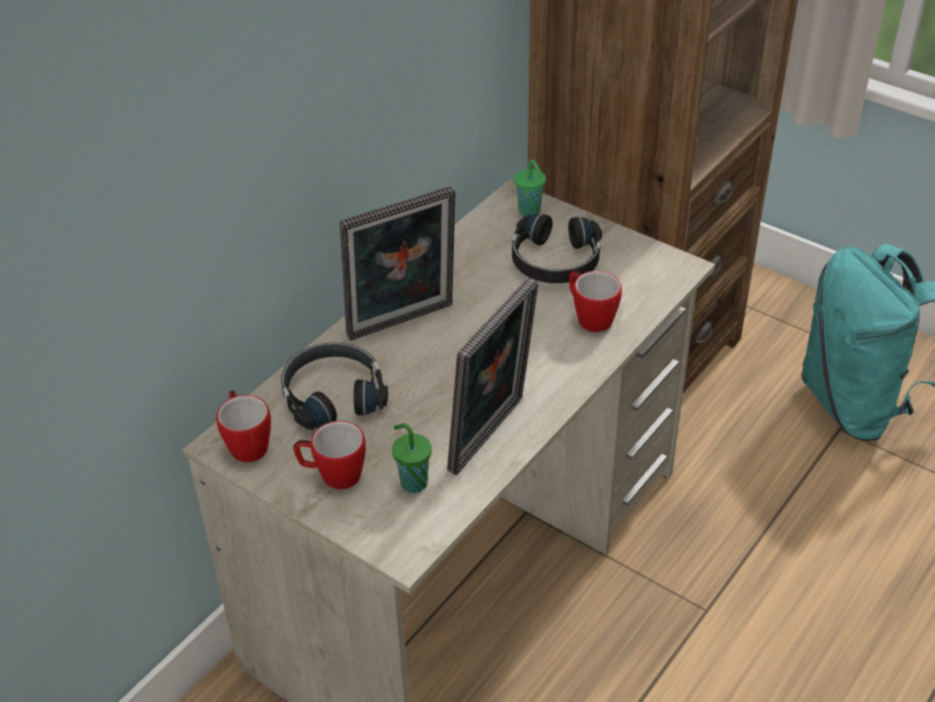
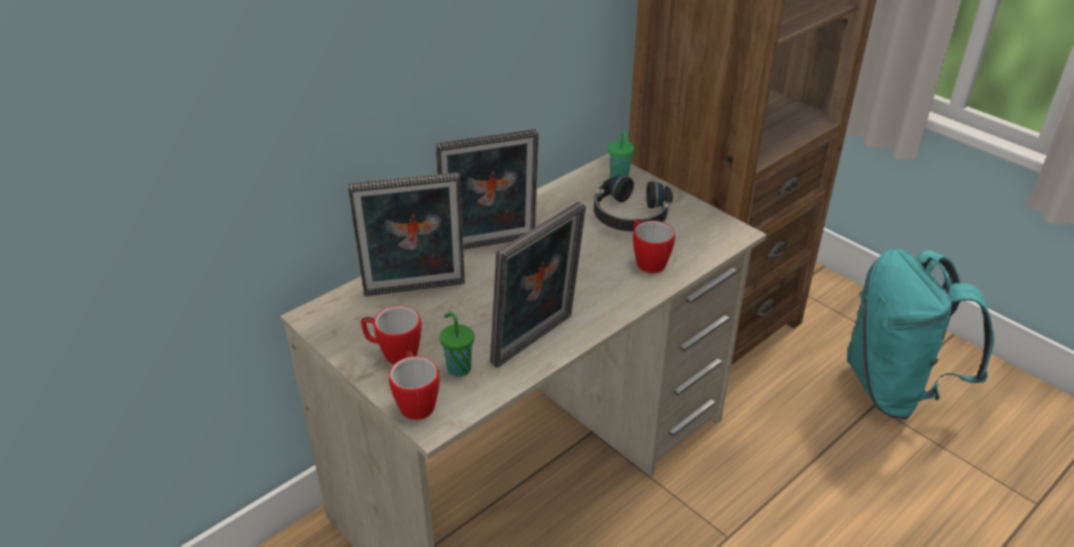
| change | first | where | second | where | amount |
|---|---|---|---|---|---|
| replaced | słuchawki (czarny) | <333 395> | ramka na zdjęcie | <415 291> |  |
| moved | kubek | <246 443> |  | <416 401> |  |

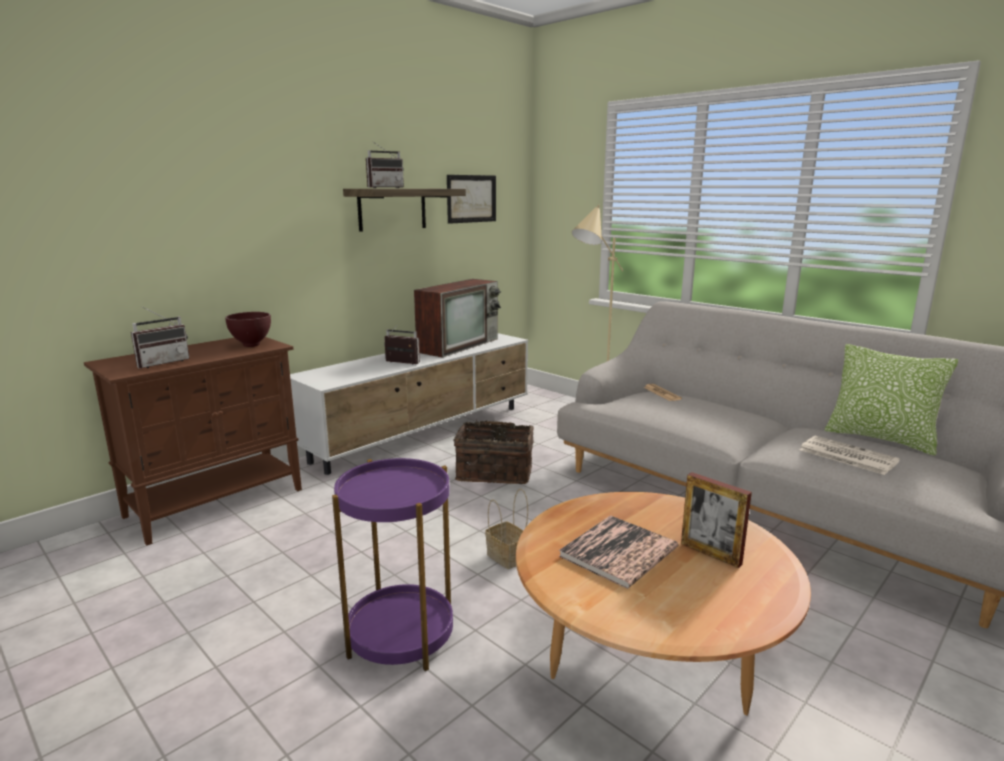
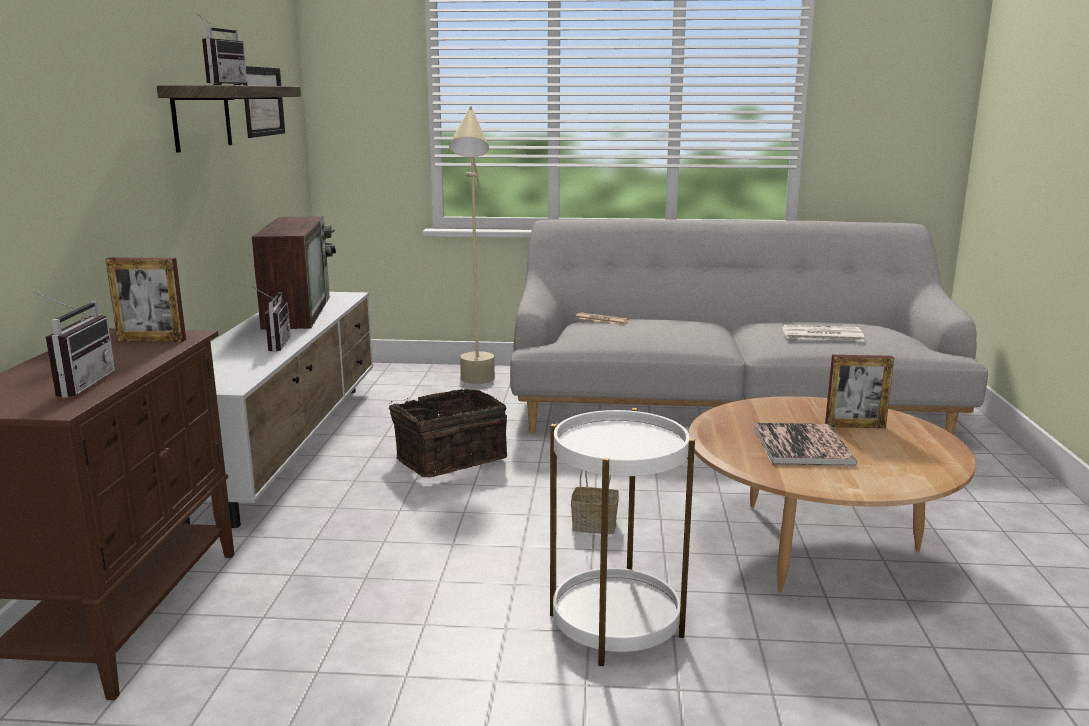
| change | first | where | second | where | amount |
|---|---|---|---|---|---|
| replaced | miska (brązowy) | <252 345> | ramka na zdjęcie | <152 340> |  |
| turned | radio | <400 364> |  | <273 345> | 105 degrees clockwise |
| removed | poduszka | <880 439> |  |  |  |
| recoloured | stolik (fioletowy) | <401 636> | stolik (biały) | <615 625> |  |

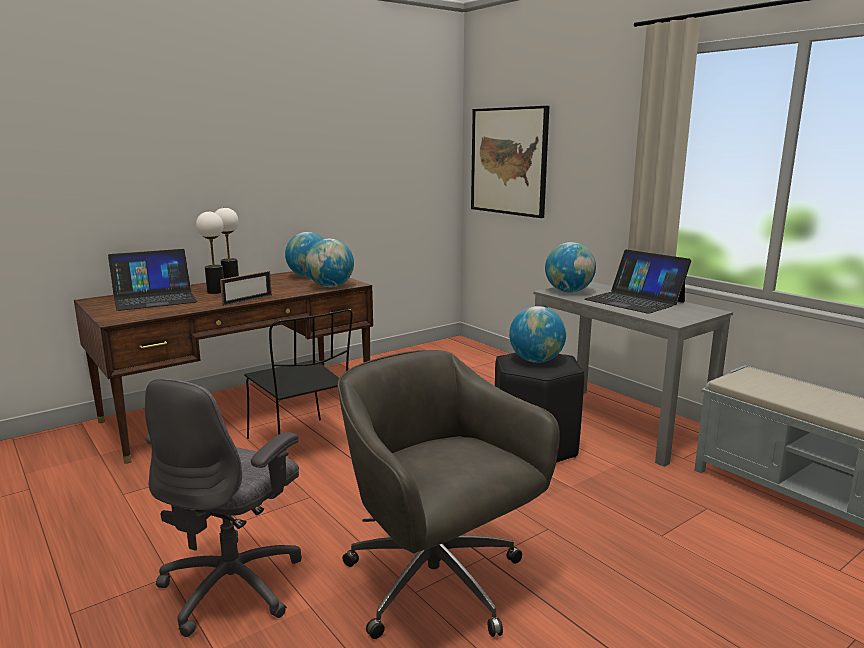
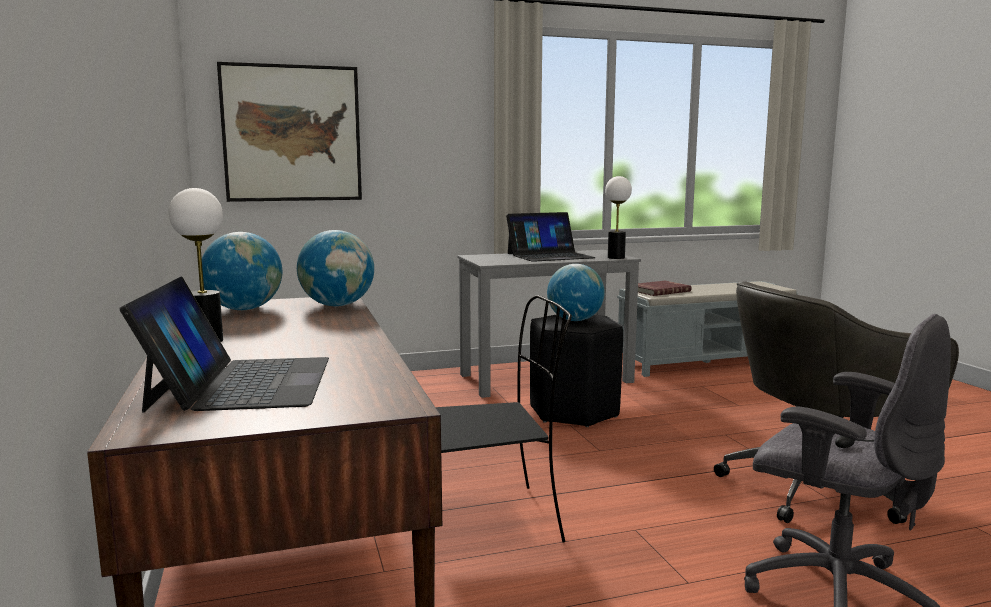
| change | first | where | second | where | amount |
|---|---|---|---|---|---|
| moved | lampa stołowa | <216 291> |  | <615 257> |  |
| removed | globus | <568 291> |  |  |  |
| removed | ramka na zdjęcie | <247 300> |  |  |  |
| added |  |  | książka (czerwony) | <658 290> |  |

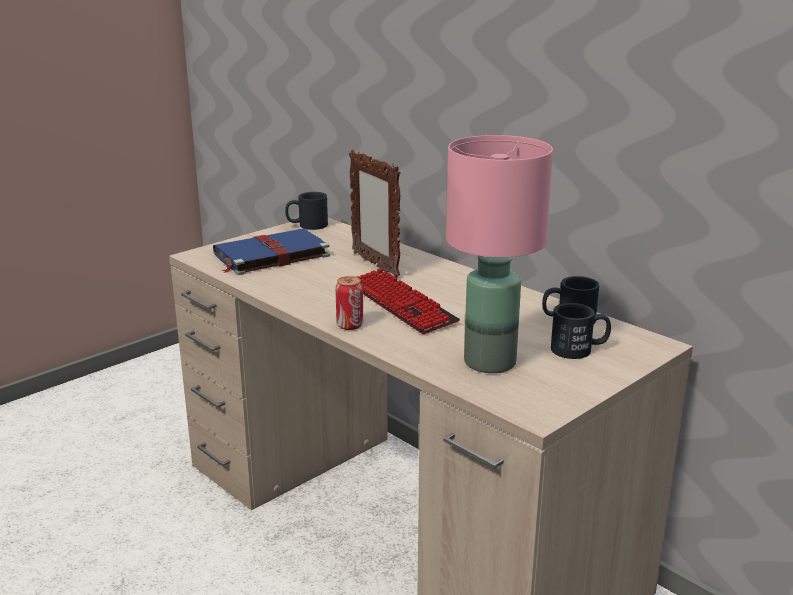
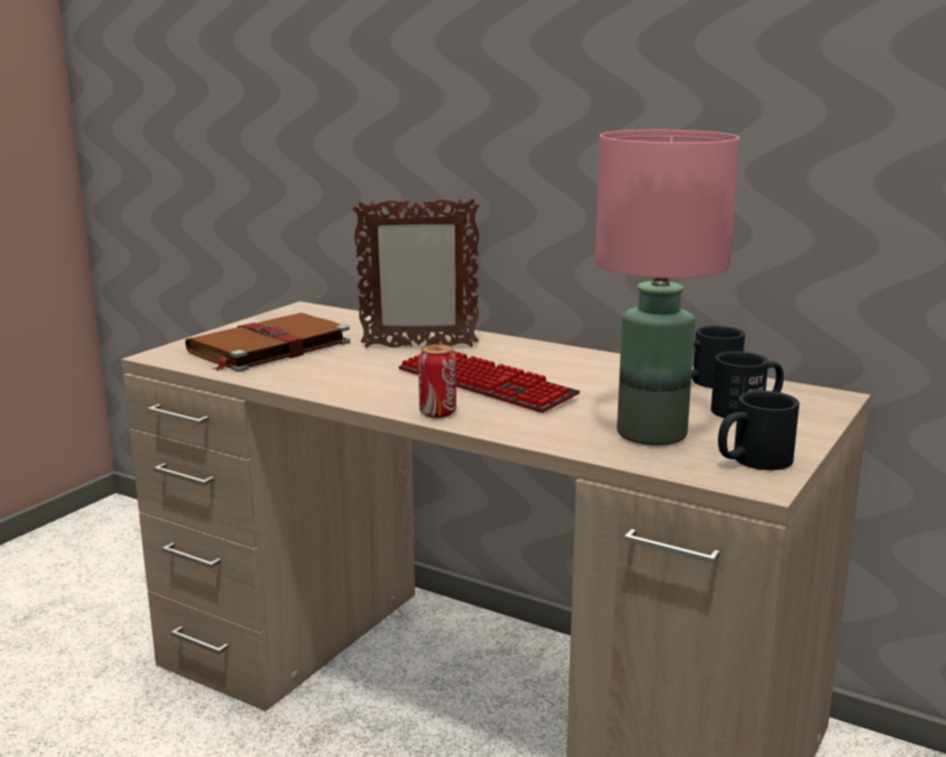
| change | first | where | second | where | amount |
|---|---|---|---|---|---|
| turned | ramka na zdjęcie | <375 265> |  | <418 347> | 45 degrees counterclockwise |
| moved | kubek (czarny) | <307 225> |  | <752 461> |  |
| recoloured | książka (niebieski) | <269 255> | książka (brązowy) | <267 348> |  |

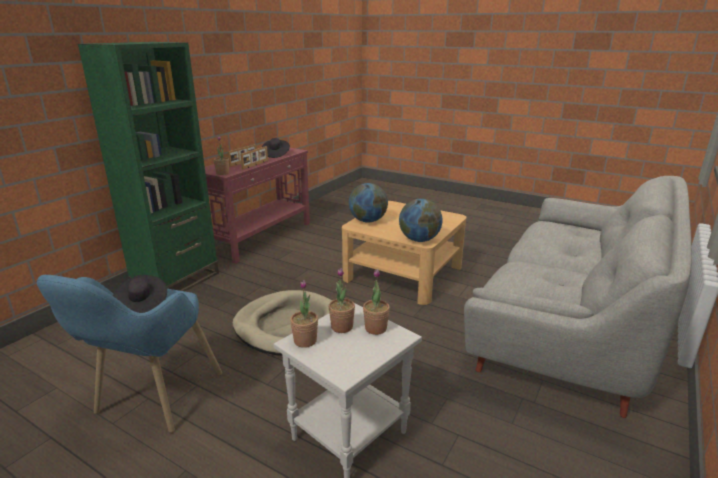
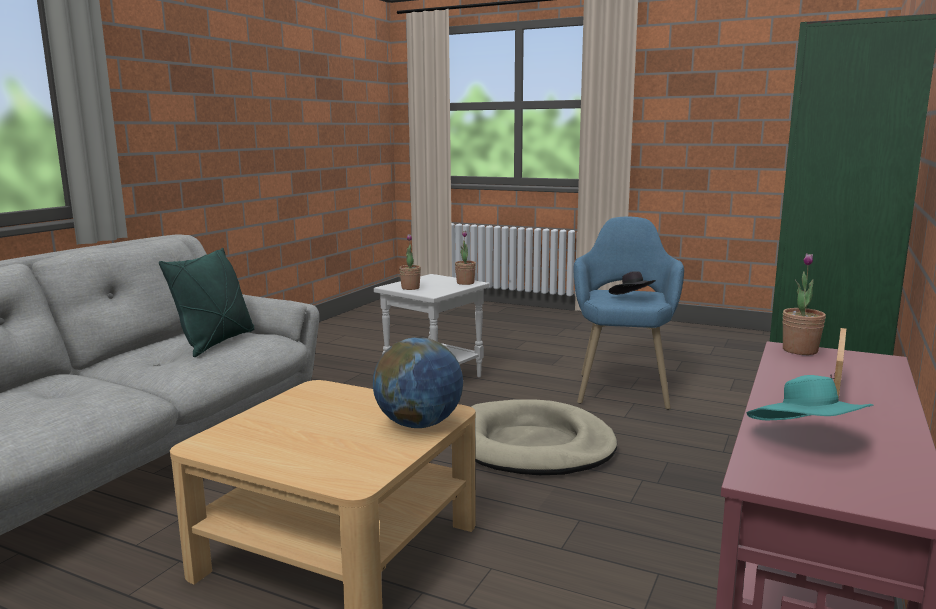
| change | first | where | second | where | amount |
|---|---|---|---|---|---|
| recoloured | kapelusz (czarny) | <276 154> | kapelusz (turkusowy) | <807 439> |  |
| removed | ramka na zdjęcie | <255 165> |  |  |  |
| removed | globus | <419 240> |  |  |  |
| removed | roślina doniczkowa | <342 327> |  |  |  |
| added |  |  | poduszka (zielony) | <216 342> |  |

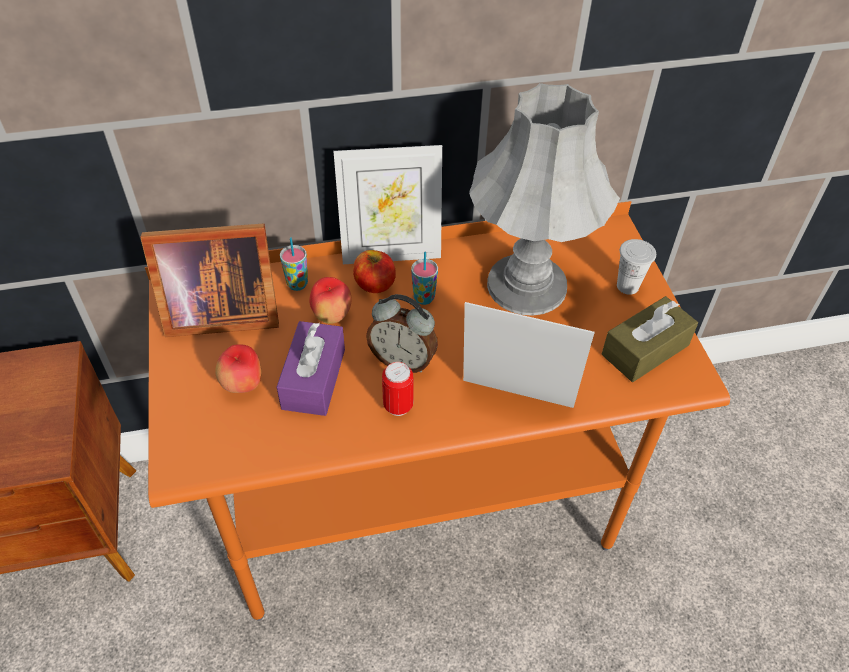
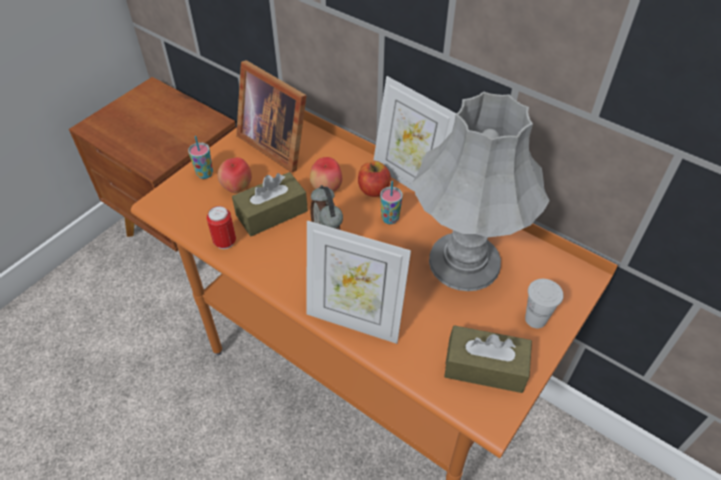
| change | first | where | second | where | amount |
|---|---|---|---|---|---|
| moved | filiżanka | <297 284> |  | <205 174> |  |
| turned | ramka na zdjęcie | <515 402> |  | <354 320> | 135 degrees clockwise |
| recoloured | pudełko chusteczek (fioletowy) | <314 379> | pudełko chusteczek (brązowy) | <272 213> |  |
| moved | puszka | <398 406> |  | <225 242> |  |

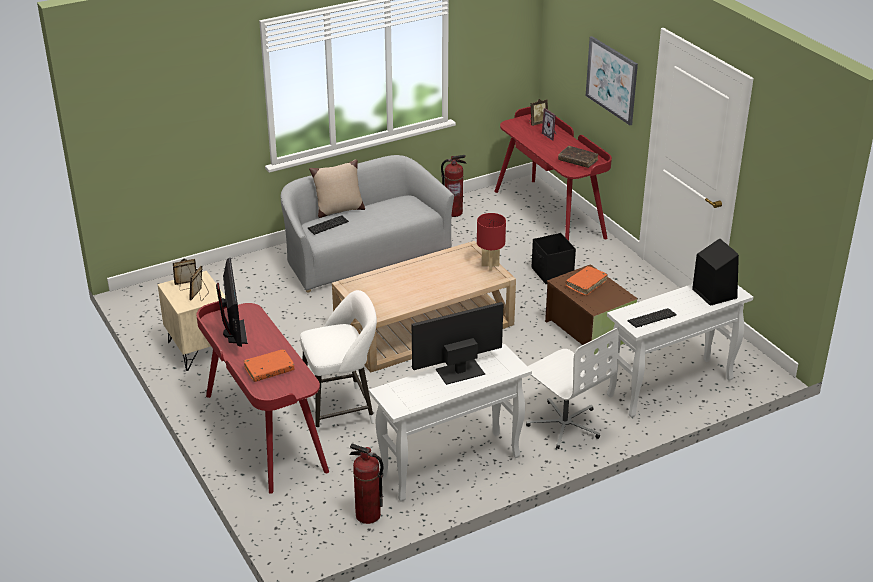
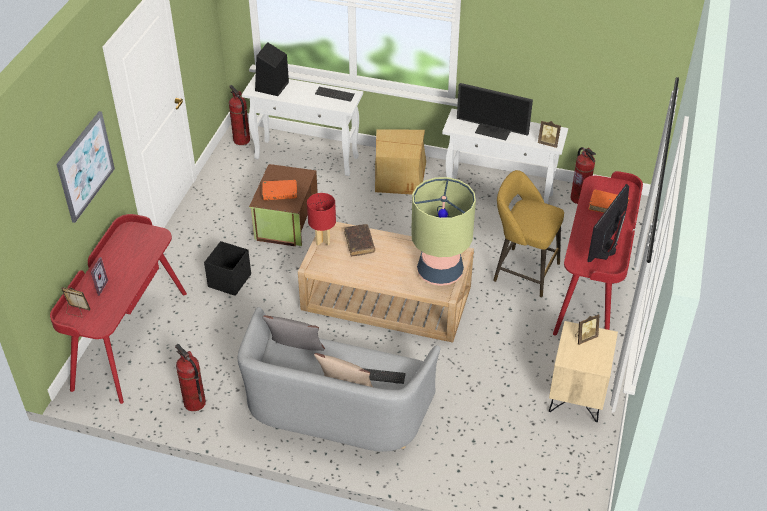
| change | first | where | second | where | amount |
|---|---|---|---|---|---|
| moved | książka (brązowy) | <578 161> |  | <359 243> |  |
| moved | ramka na zdjęcie | <187 286> |  | <548 143> |  |
| recoloured | stołek (biały) | <342 410> | stołek (żółty) | <522 271> |  |
| replaced | krzesło biurowe (biały) | <565 424> | karton | <399 176> |  |
| added |  |  | gaśnica | <241 140> |  |
| added |  |  | lampa stołowa | <439 272> |  |
| added |  |  | poduszka (szary) | <296 351> |  |

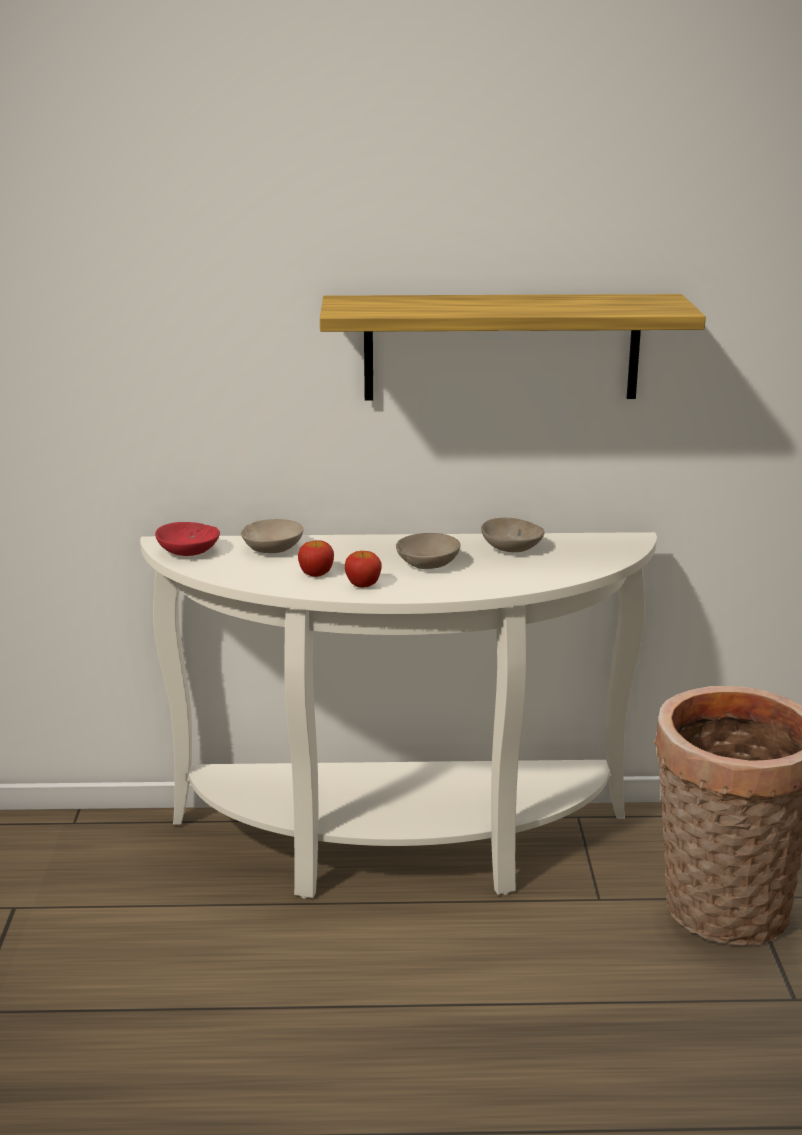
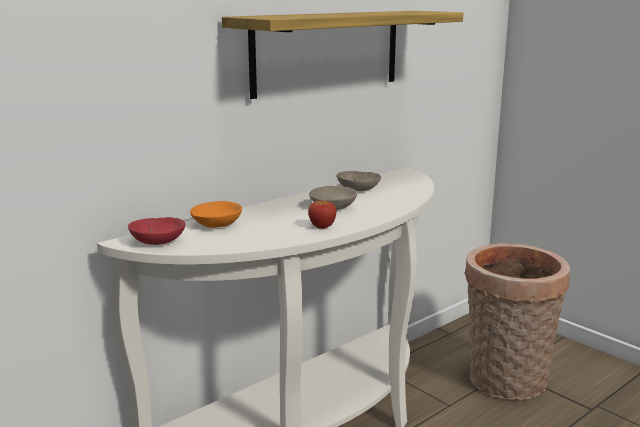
| change | first | where | second | where | amount |
|---|---|---|---|---|---|
| recoloured | miska (beżowy) | <274 549> | miska (pomarańczowy) | <219 224> |  |
| removed | jabłko | <316 574> |  |  |  |

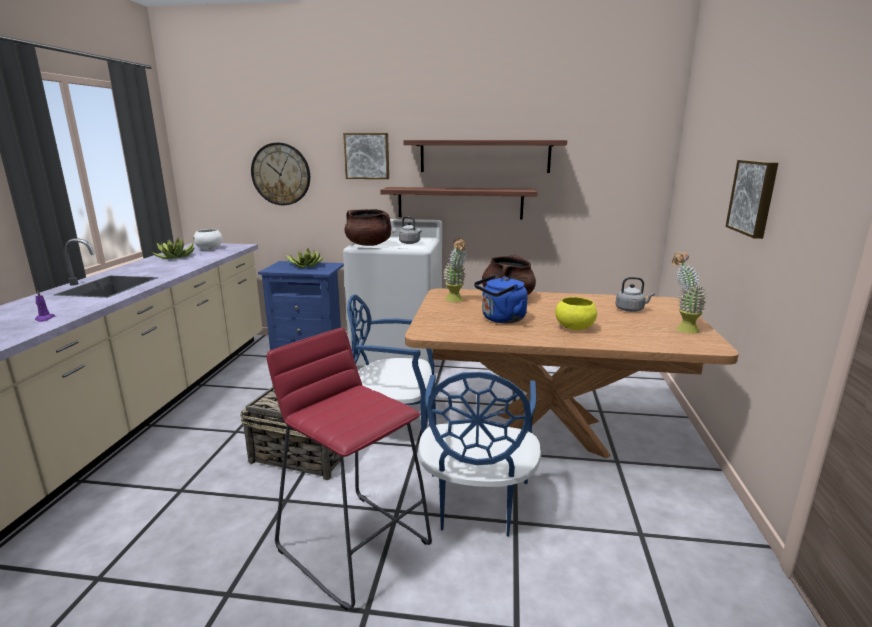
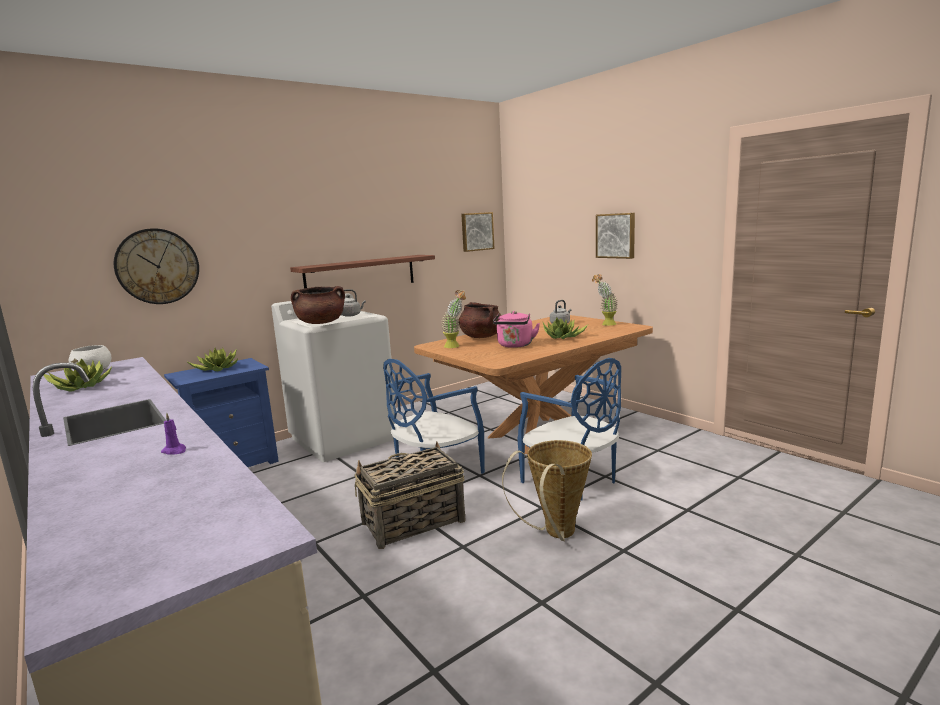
| change | first | where | second | where | amount |
|---|---|---|---|---|---|
| moved | obraz | <367 156> |  | <476 231> |  |
| removed | półka | <484 156> |  |  |  |
| recoloured | czajnik (niebieski) | <501 319> | czajnik (różowy) | <515 345> |  |
| replaced | miska (żółty) | <574 328> | roślina doniczkowa | <563 338> |  |
| replaced | stołek (czerwony) | <354 545> | koszyk | <555 534> |  |

